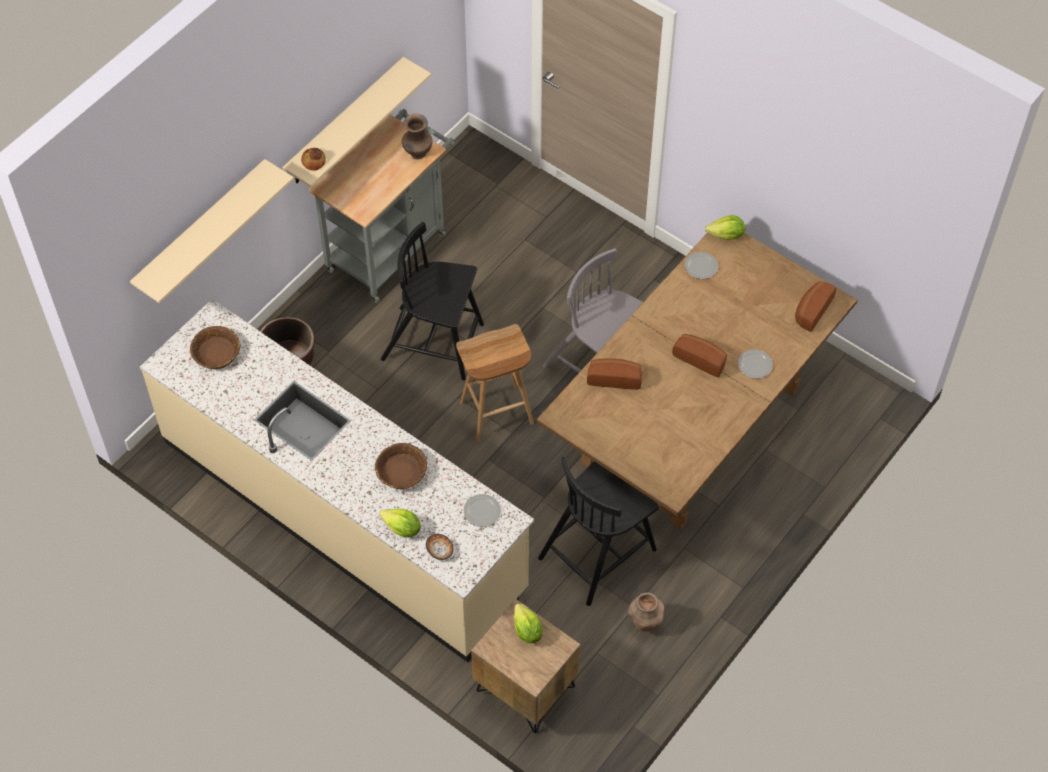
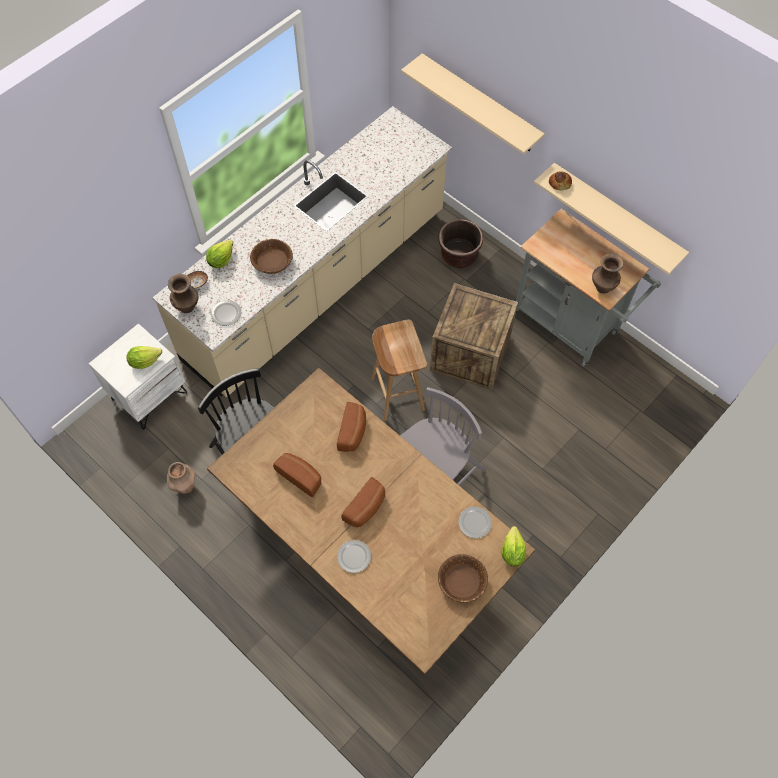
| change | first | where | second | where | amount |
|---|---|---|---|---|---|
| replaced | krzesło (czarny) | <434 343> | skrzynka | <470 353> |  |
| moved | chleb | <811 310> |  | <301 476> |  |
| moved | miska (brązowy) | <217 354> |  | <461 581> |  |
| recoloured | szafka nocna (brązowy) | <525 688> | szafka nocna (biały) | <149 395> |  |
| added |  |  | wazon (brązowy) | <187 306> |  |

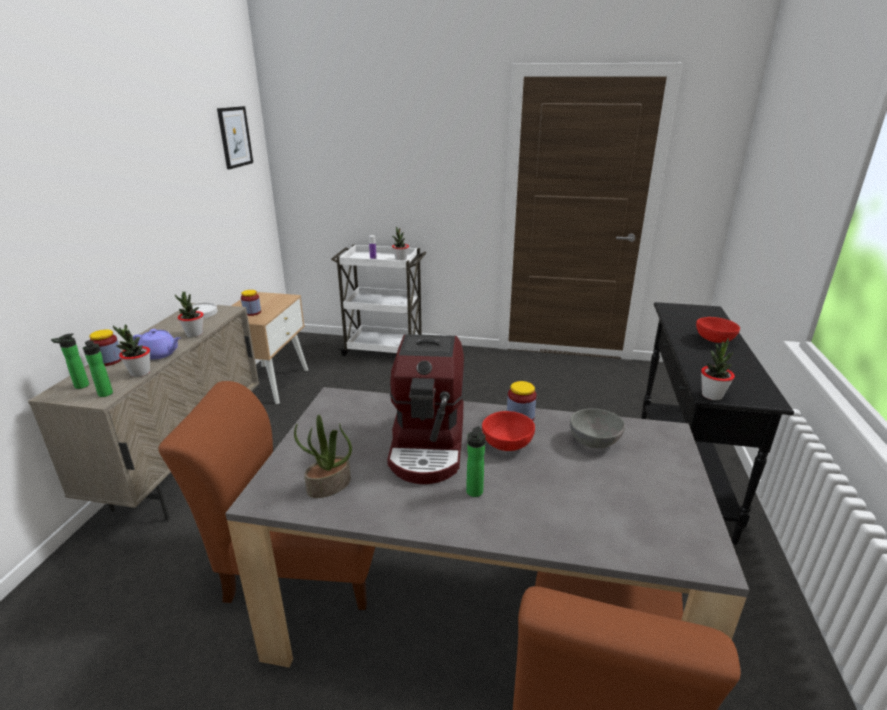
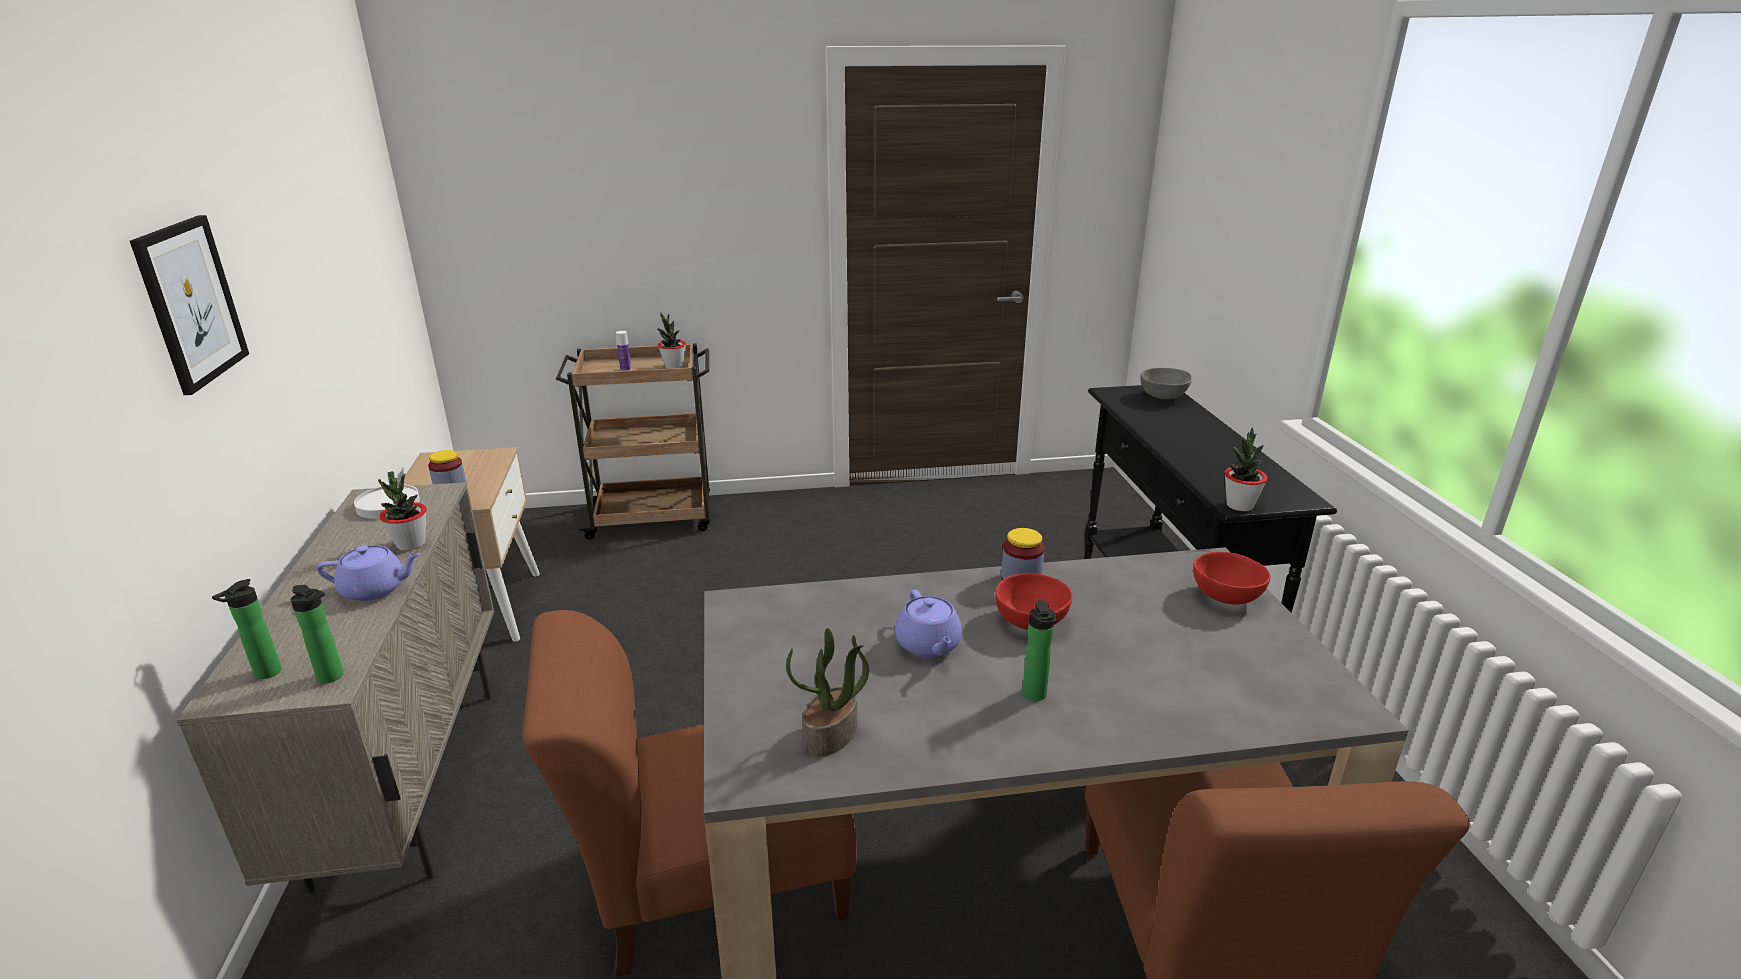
| change | first | where | second | where | amount |
|---|---|---|---|---|---|
| moved | obraz | <235 137> |  | <191 303> |  |
| recoloured | wózek (biały) | <384 349> | wózek (brązowy) | <654 517> |  |
| moved | miska (czerwony) | <713 340> |  | <1223 597> |  |
| removed | roślina doniczkowa | <140 373> |  |  |  |
| removed | słoik | <109 361> |  |  |  |
| replaced | ekspres do kawy | <429 445> | imbryk (fioletowy) | <928 645> |  |
| moved | miska (szary) | <595 443> |  | <1164 397> |  |

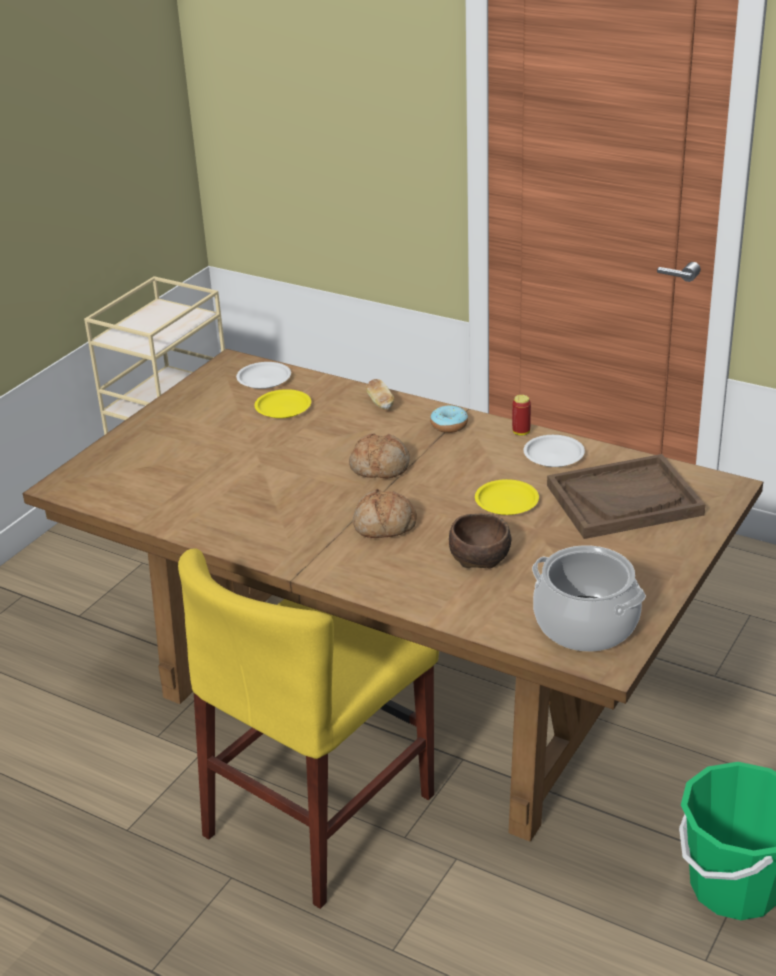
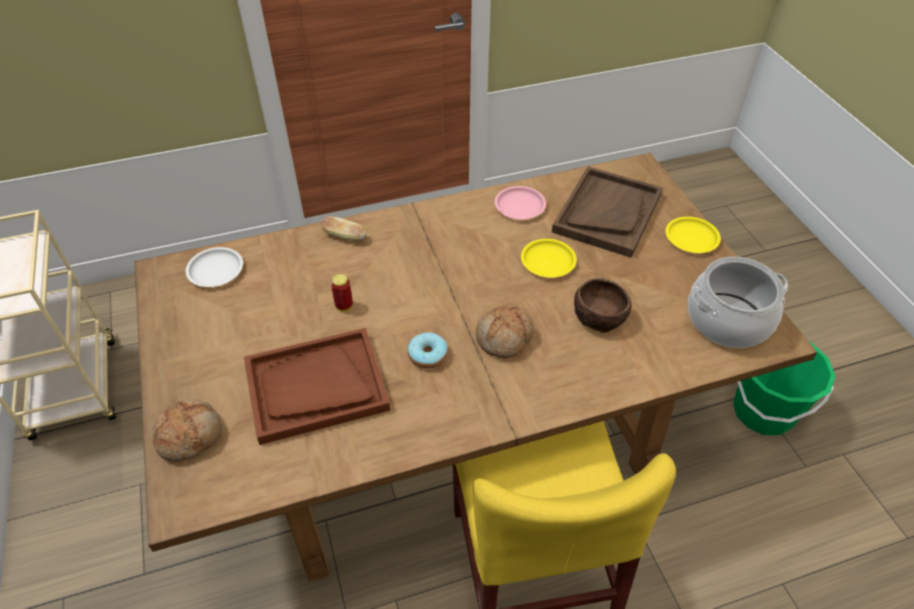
| change | first | where | second | where | amount |
|---|---|---|---|---|---|
| moved | talerz (żółty) | <282 408> |  | <691 238> |  |
| moved | puszka | <521 432> |  | <344 306> |  |
| moved | donut | <449 425> |  | <427 355> |  |
| moved | chleb | <380 466> |  | <189 435> |  |
| recoloured | talerz (biały) | <554 455> | talerz (różowy) | <520 206> |  |
| added |  |  | taca (brązowy) | <316 387> |  |

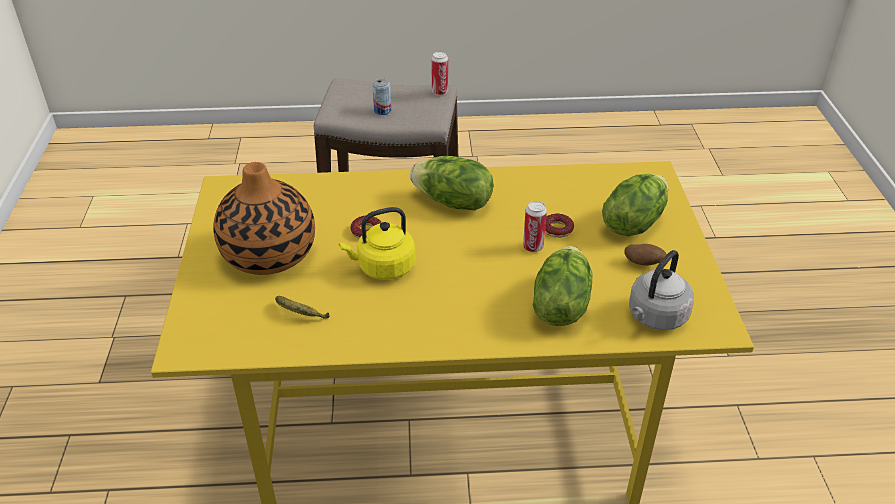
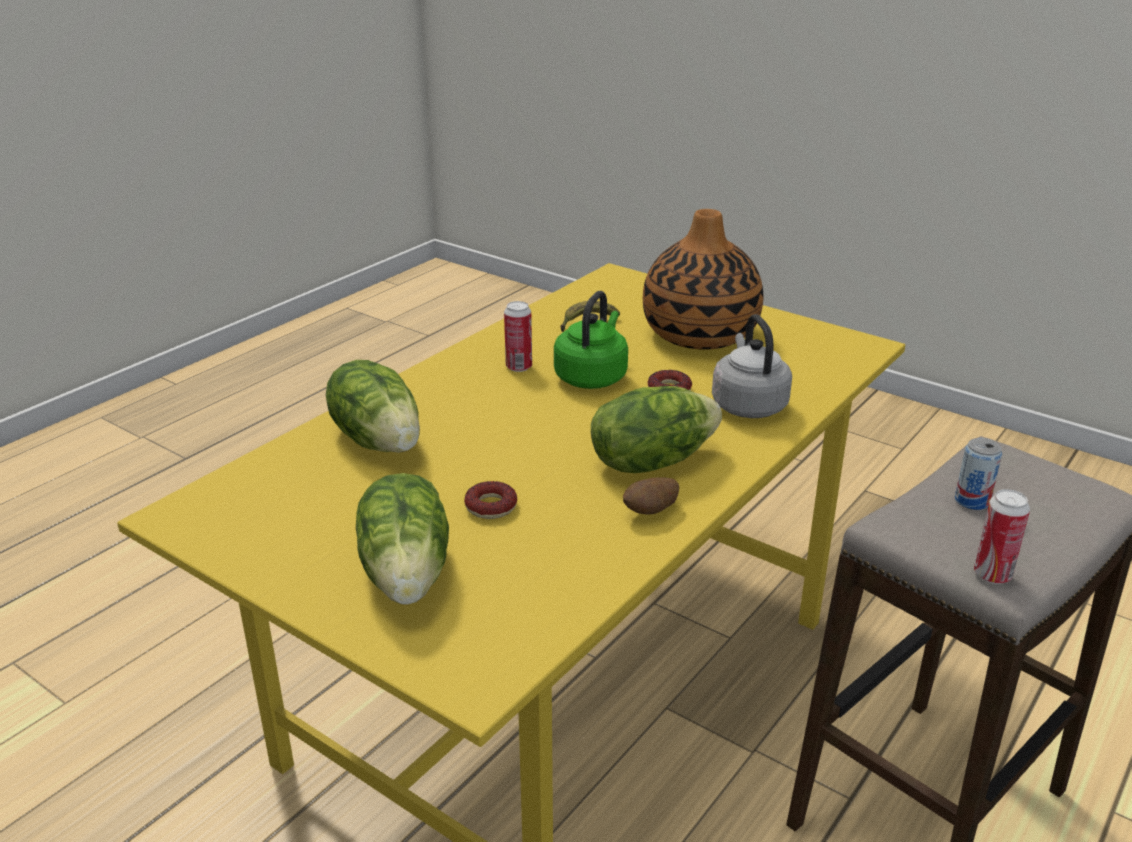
| change | first | where | second | where | amount |
|---|---|---|---|---|---|
| moved | puszka | <533 247> |  | <519 367> |  |
| recoloured | czajnik (żółty) | <383 268> | czajnik (zielony) | <592 376> |  |
| moved | ziemniak | <643 263> |  | <650 512> |  |
| moved | czajnik (szary) | <655 317> |  | <747 404> |  |

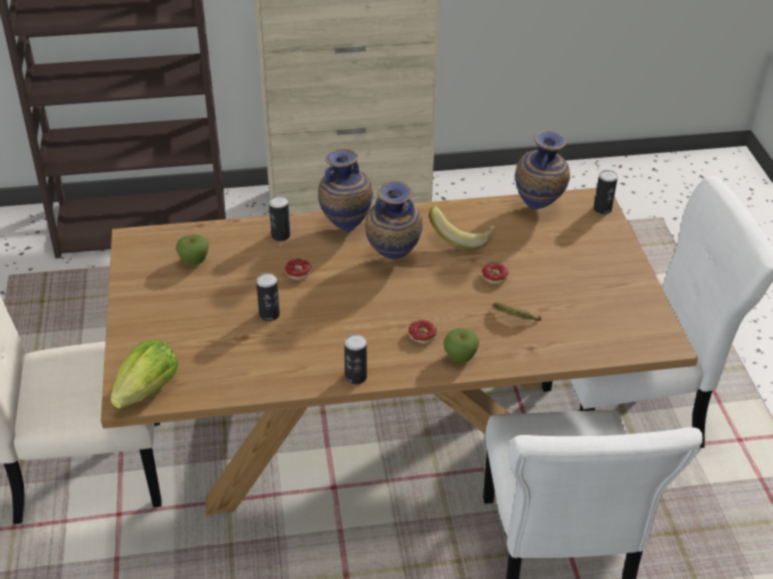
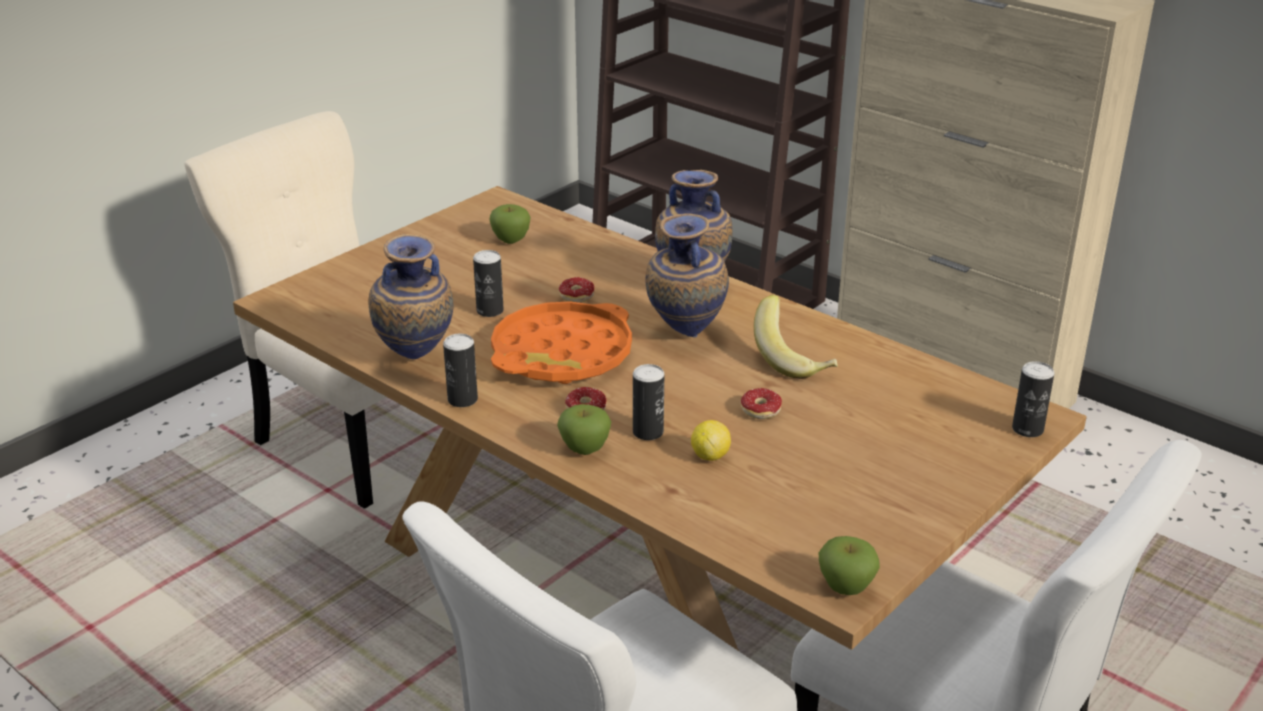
| change | first | where | second | where | amount |
|---|---|---|---|---|---|
| moved | wazon | <538 209> |  | <415 361> |  |
| moved | puszka | <280 235> |  | <648 432> |  |
| replaced | banan | <515 317> | cytryna | <710 455> |  |
| removed | sałata | <148 390> |  |  |  |
| added |  |  | taca (pomarańczowy) | <562 354> |  |
| added |  |  | jabłko | <846 587> |  |

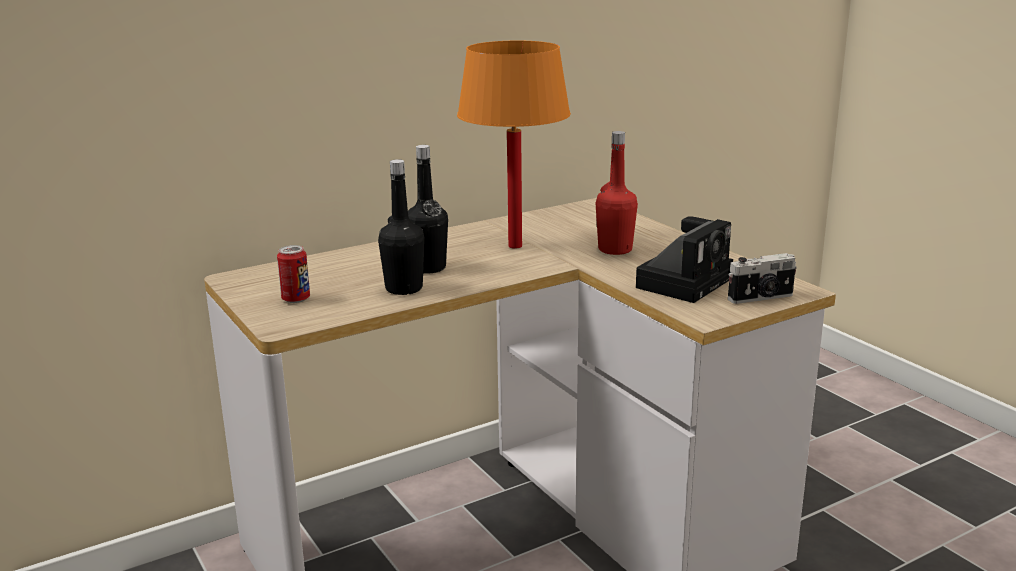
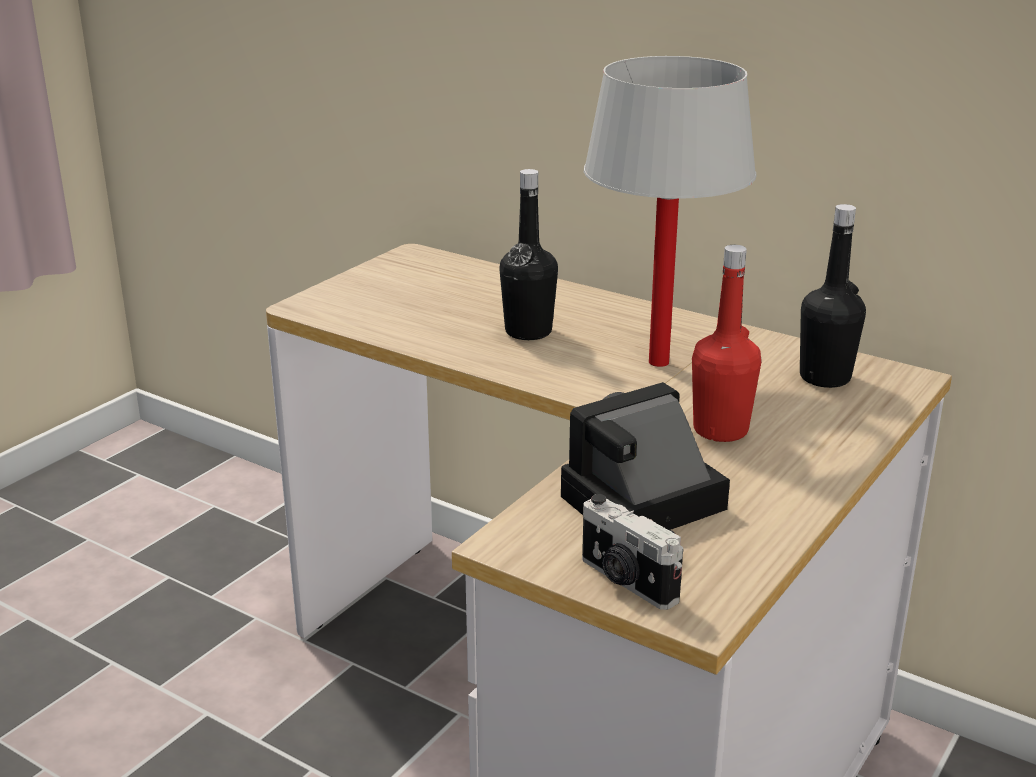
| change | first | where | second | where | amount |
|---|---|---|---|---|---|
| recoloured | lampa stołowa (pomarańczowy) | <515 246> | lampa stołowa (biały) | <658 362> |  |
| moved | butelka (czarny) | <404 288> |  | <825 377> |  |
| turned | aparat fotograficzny | <685 282> |  | <638 505> | 135 degrees clockwise |
| removed | puszka | <296 299> |  |  |  |

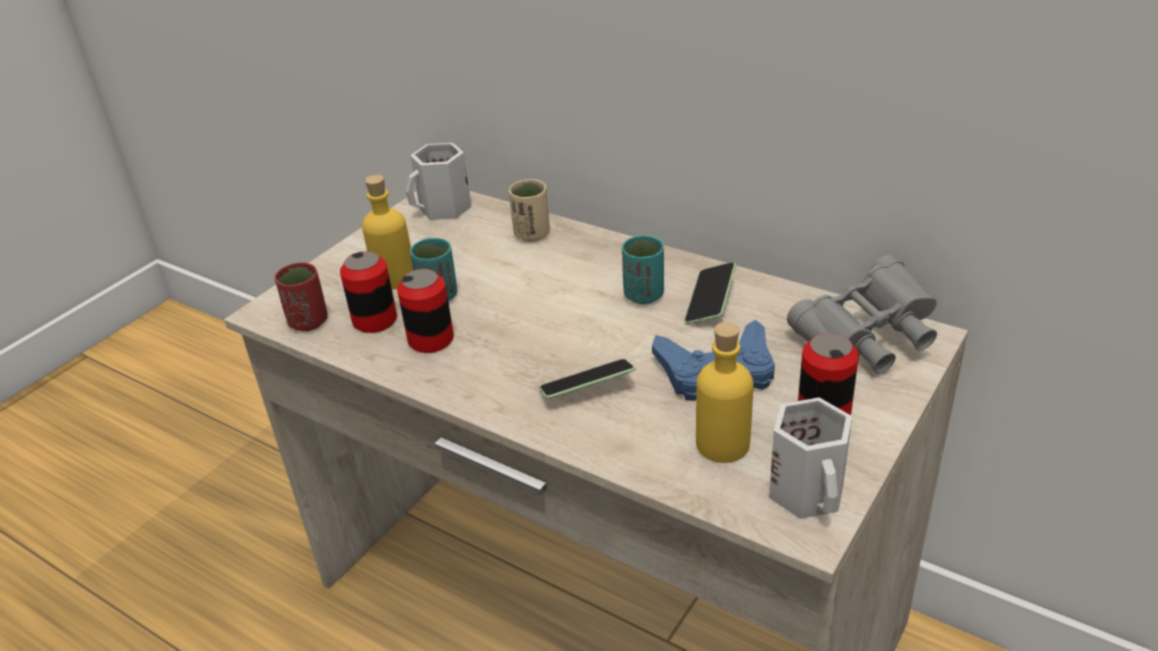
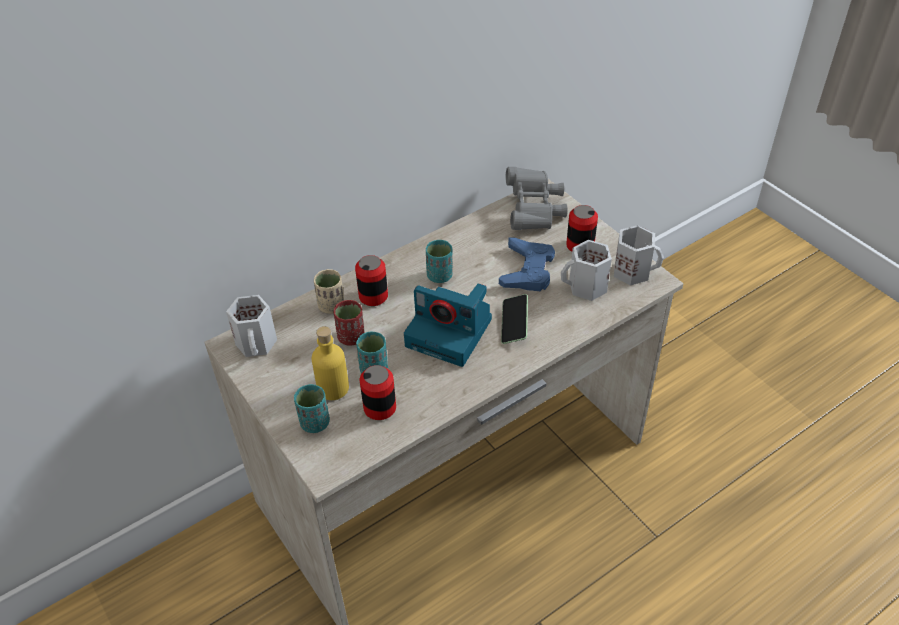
| change | first | where | second | where | amount |
|---|---|---|---|---|---|
| moved | filiżanka (czerwony) | <308 322> |  | <351 337> |  |
| removed | telefon | <710 303> |  |  |  |
| moved | puszka | <431 339> |  | <373 296> |  |
| replaced | butelka (żółty) | <722 444> | kubek (biały) | <586 287> |  |
| added |  |  | aparat fotograficzny | <451 333> |  |
| added |  |  | filiżanka (turkusowy) | <315 423> |  |

